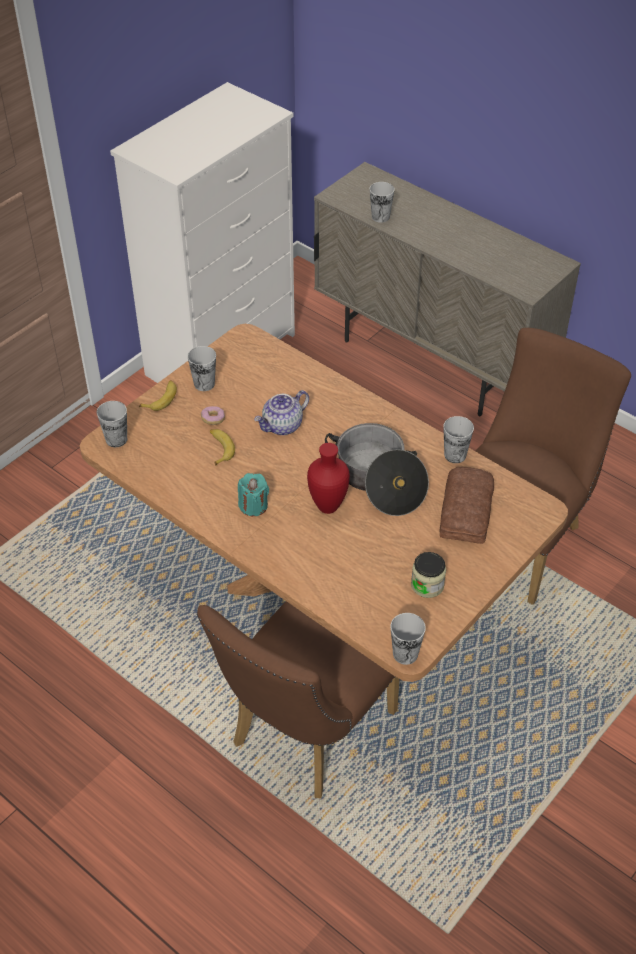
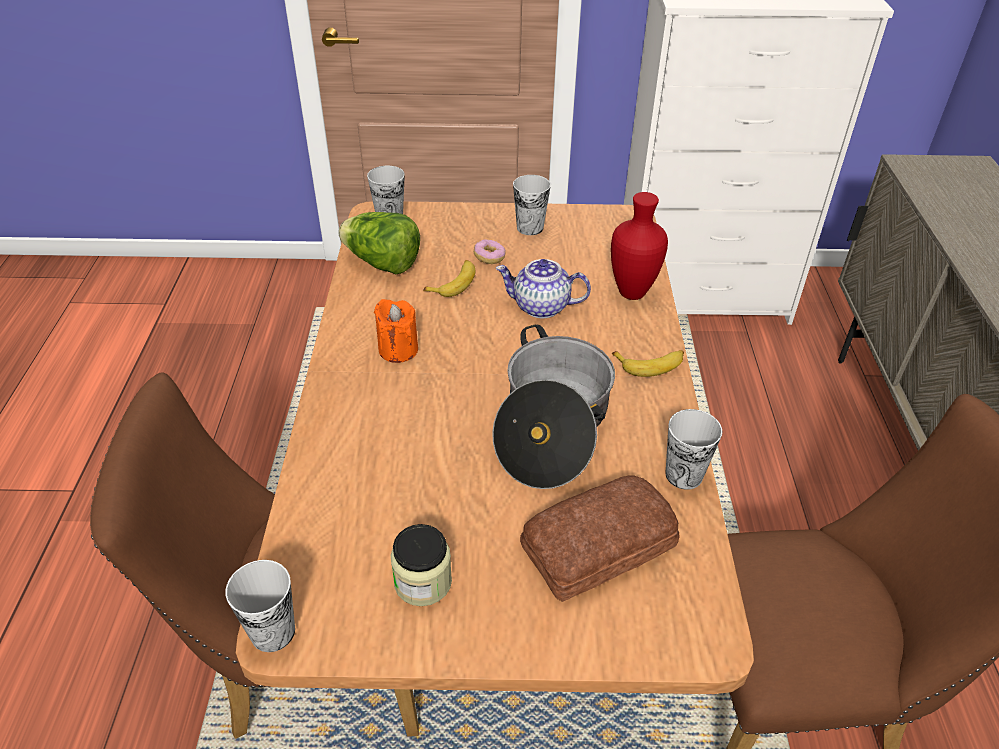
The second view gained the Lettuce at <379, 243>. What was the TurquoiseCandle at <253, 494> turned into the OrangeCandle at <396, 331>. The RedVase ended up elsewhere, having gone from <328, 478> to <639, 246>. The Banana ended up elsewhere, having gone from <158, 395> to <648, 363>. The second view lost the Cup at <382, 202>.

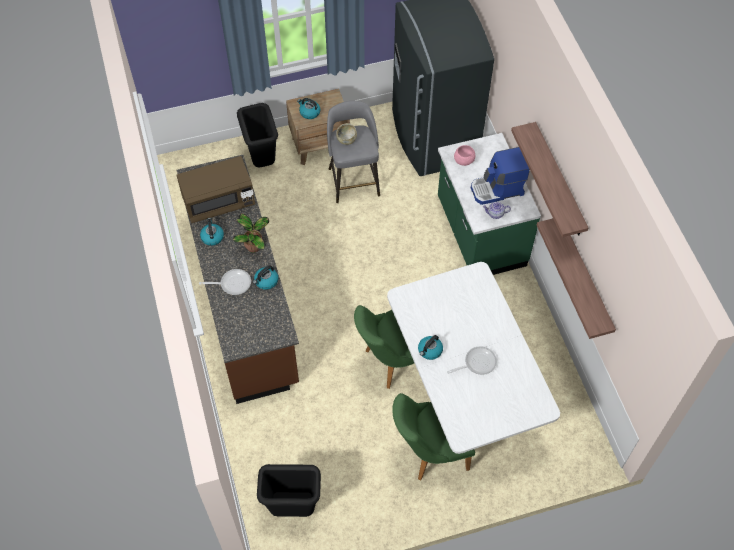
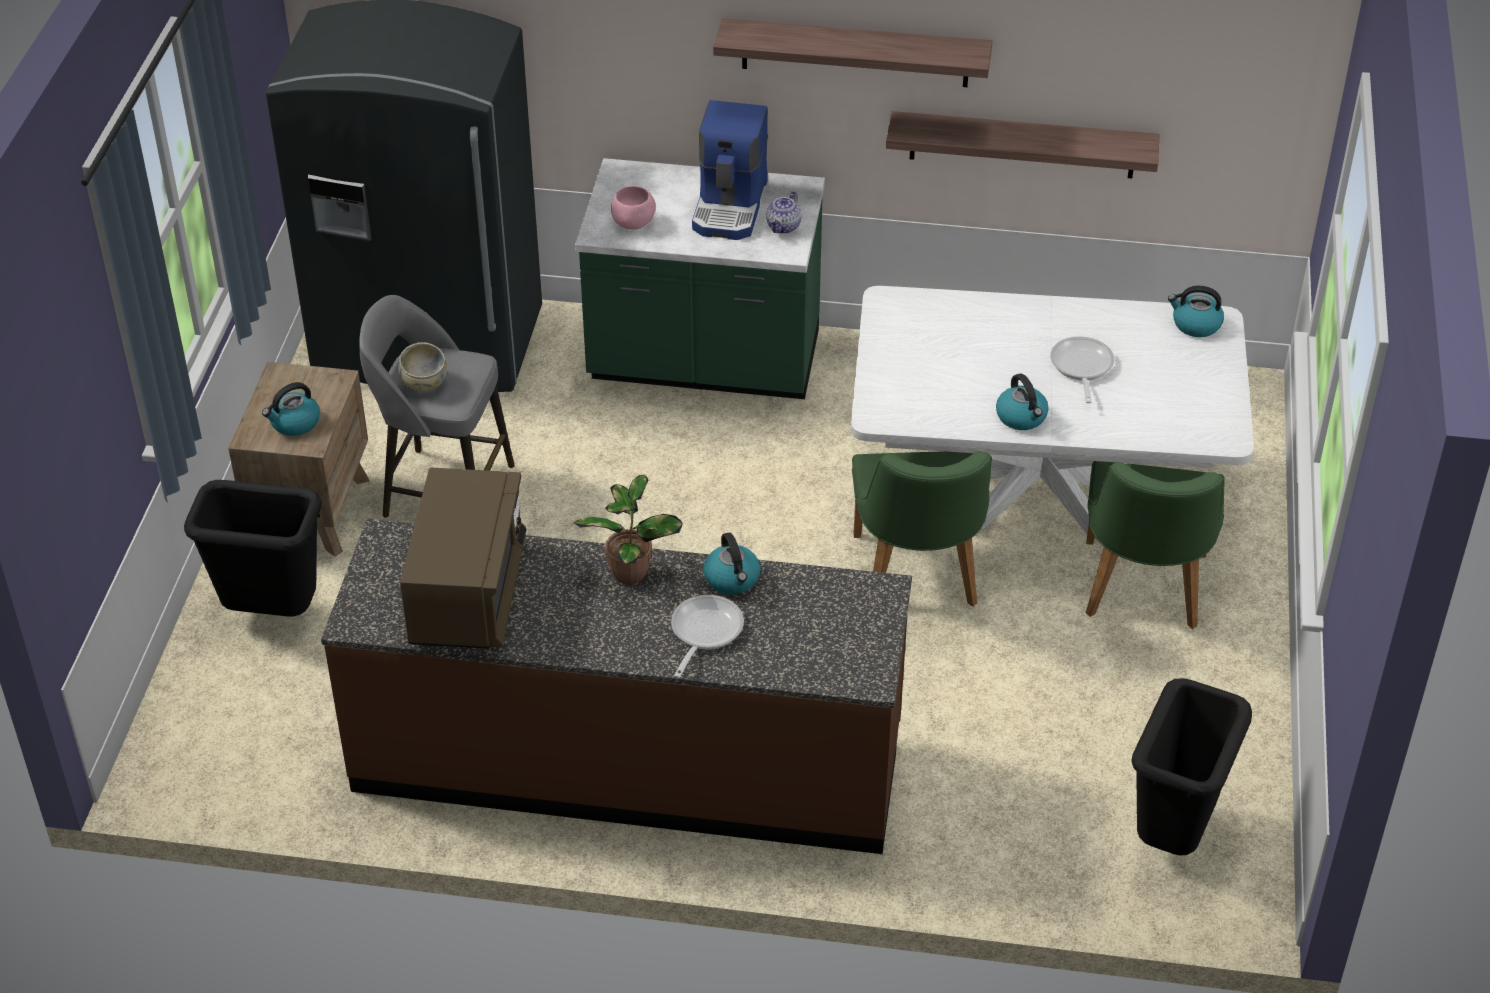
The Kettle ended up elsewhere, having gone from <212, 232> to <1196, 311>.

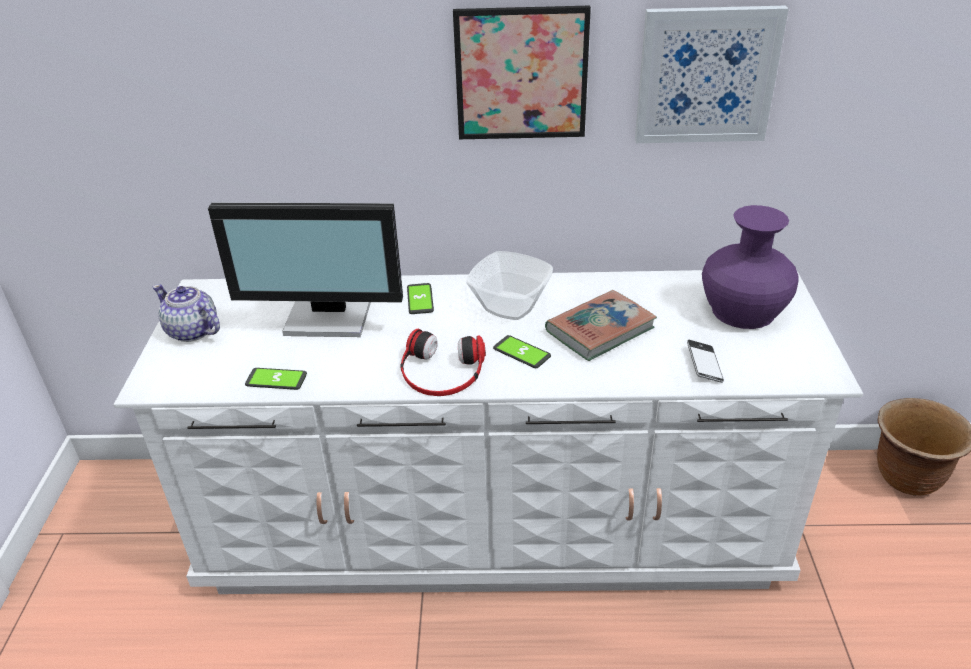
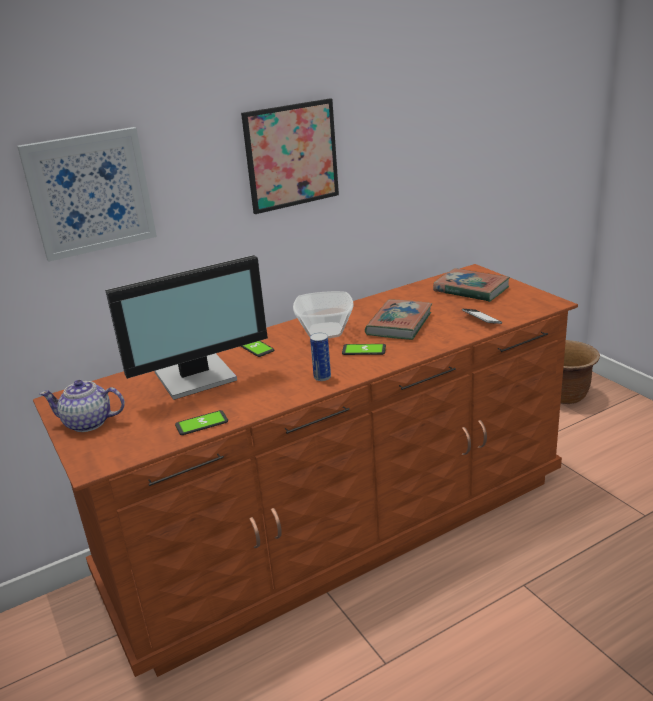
The Picture ended up elsewhere, having gone from <712, 74> to <87, 194>. What was the WhiteDresser at <488, 431> turned into the BrownDresser at <305, 470>. Where the Headphones stood at <443, 362>, the Can came to stand at <320, 357>. Where the PurpleVase stood at <750, 267>, the Book came to stand at <471, 285>.

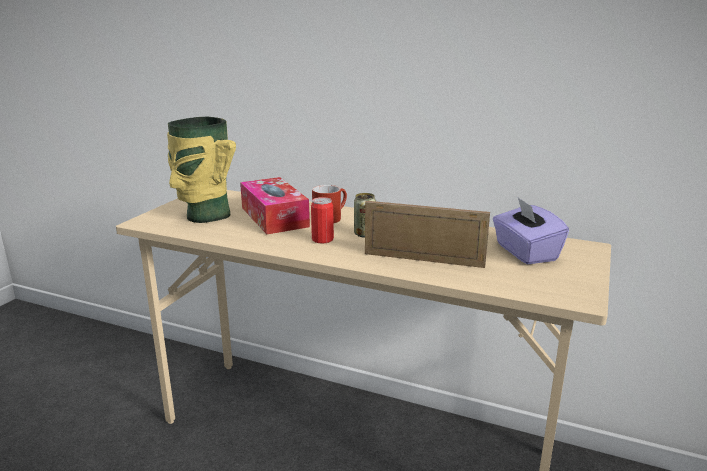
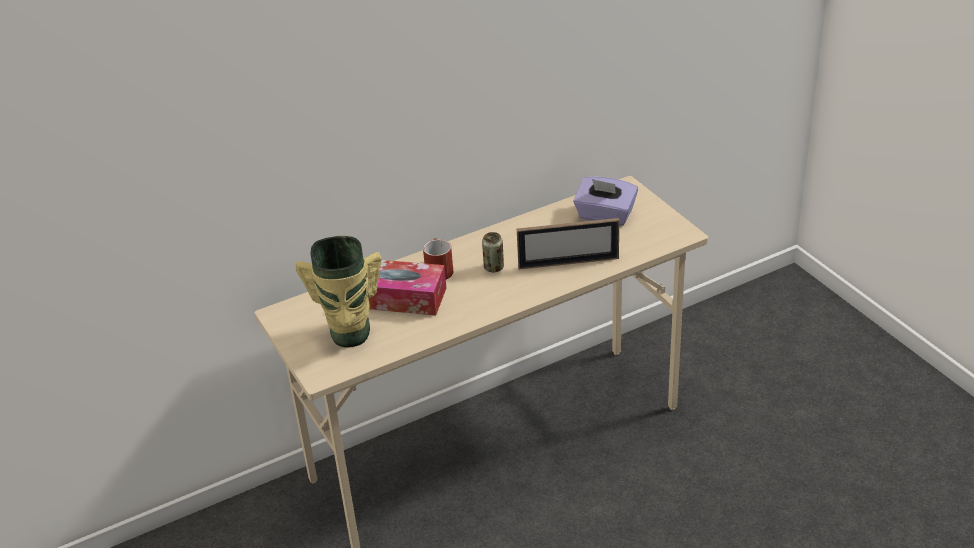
The PictureFrame at <427, 234> ended up facing another way, 150 degrees counterclockwise from before. The second view lost the Can at <322, 220>.

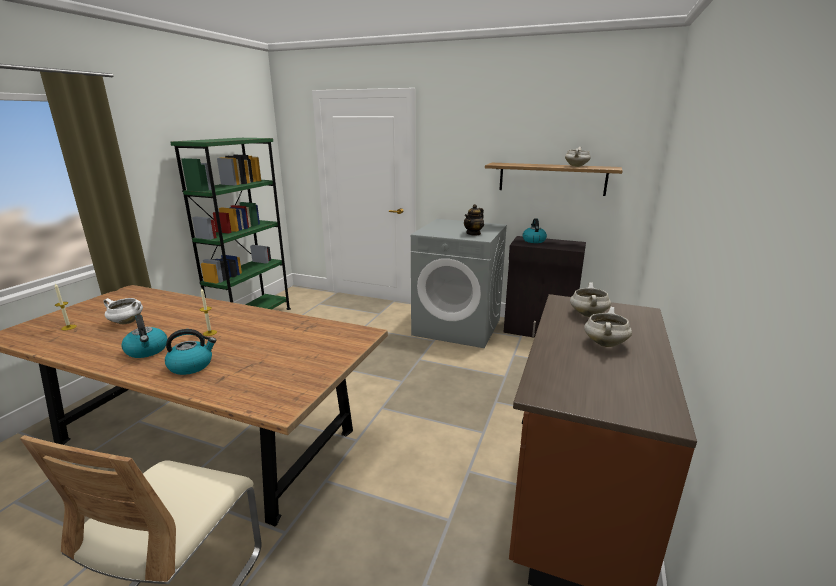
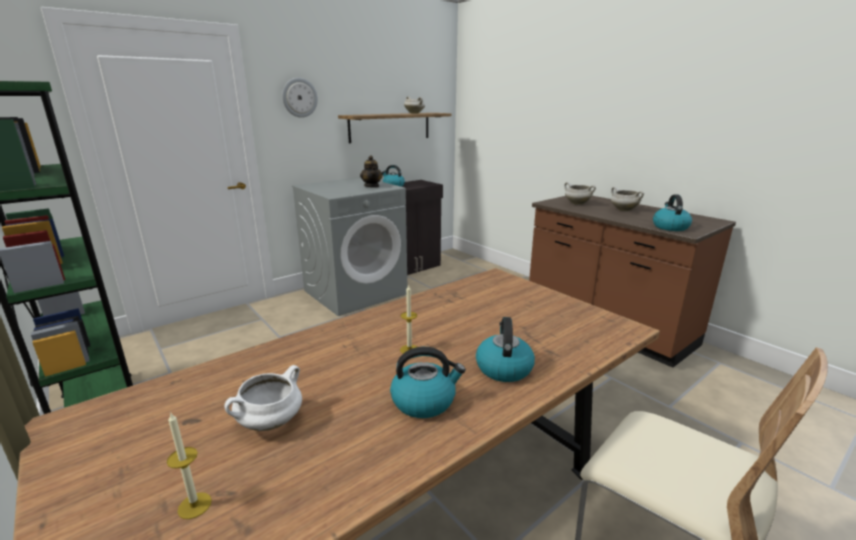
The second view gained the WallClock at <300, 98>. The second view gained the Kettle at <672, 212>.

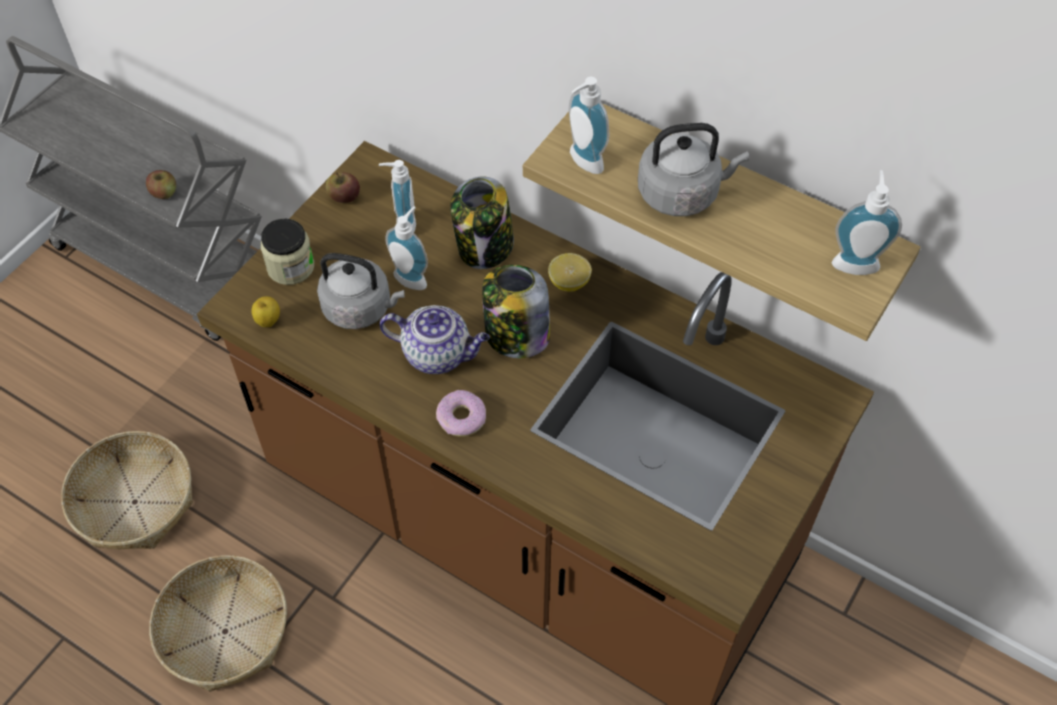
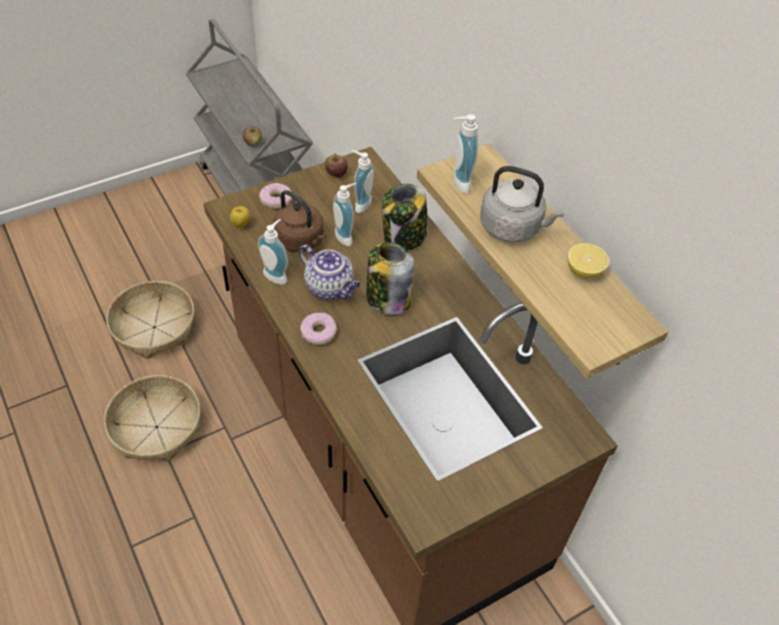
The SoapDispenser ended up elsewhere, having gone from <867, 222> to <273, 252>. Where the Jar stood at <287, 252>, the Donut came to stand at <275, 196>. What was the GreyKettle at <361, 291> turned into the BrownKettle at <299, 221>. The Lemon ended up elsewhere, having gone from <570, 272> to <588, 260>.

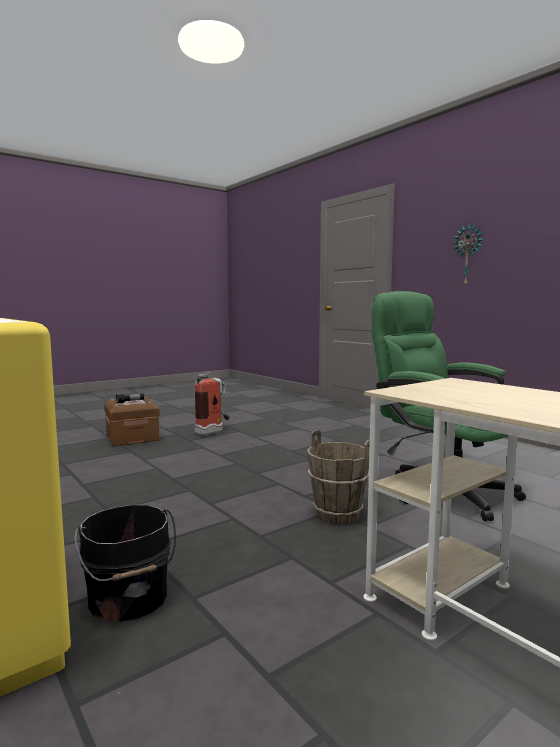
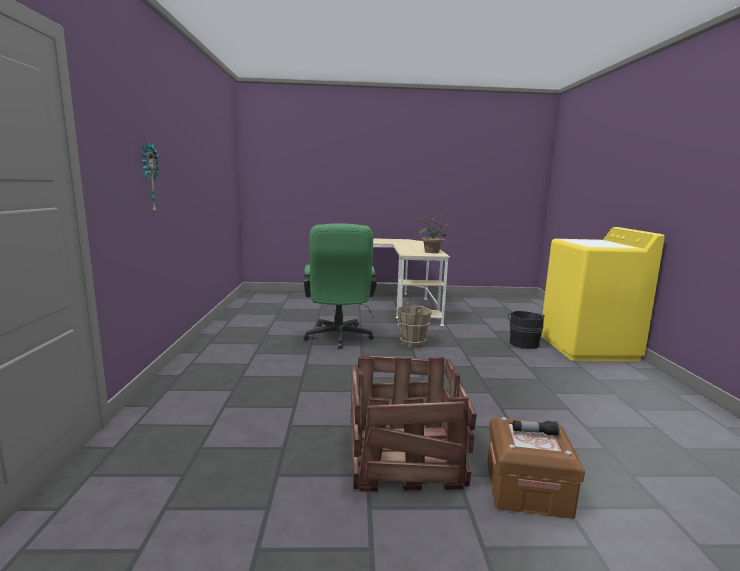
Where the FireExtinguisher stood at <212, 404>, the Crate came to stand at <414, 423>. The second view gained the PottedPlant at <433, 233>.

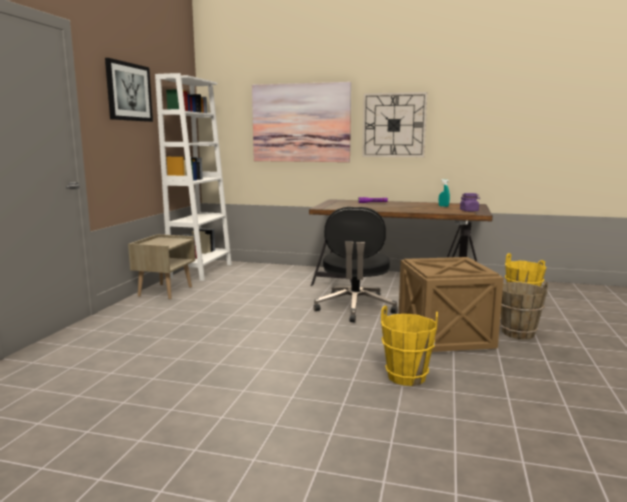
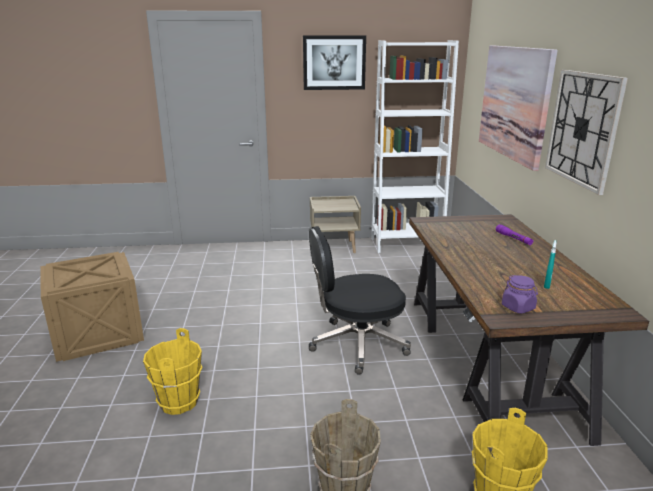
The Crate ended up elsewhere, having gone from <451, 304> to <92, 307>.

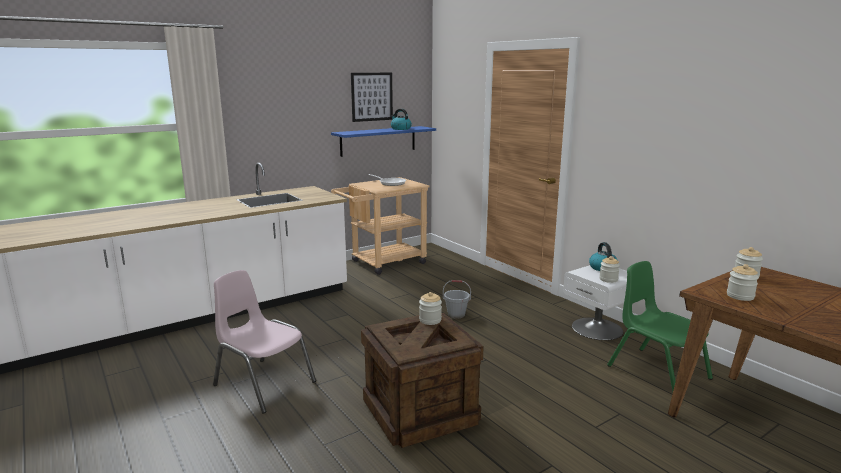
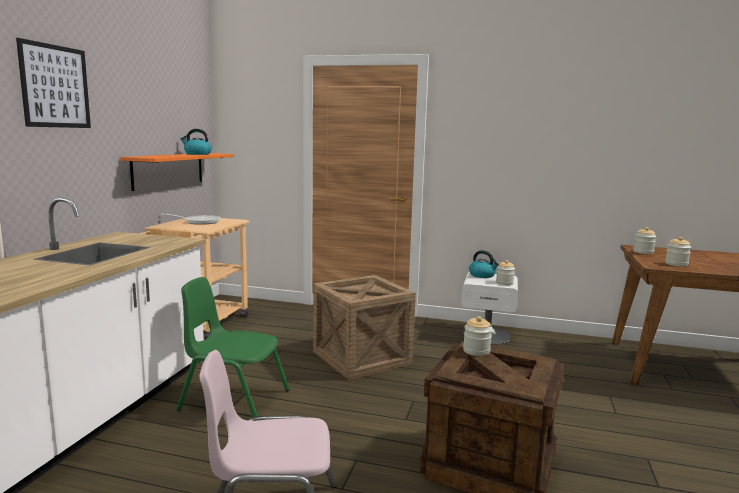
The Picture ended up elsewhere, having gone from <372, 97> to <53, 83>. What was the BlueShelf at <383, 141> turned into the OrangeShelf at <177, 172>. The GreenChair ended up elsewhere, having gone from <660, 326> to <233, 347>. Where the GreyBucket stood at <457, 299>, the Crate came to stand at <364, 327>.

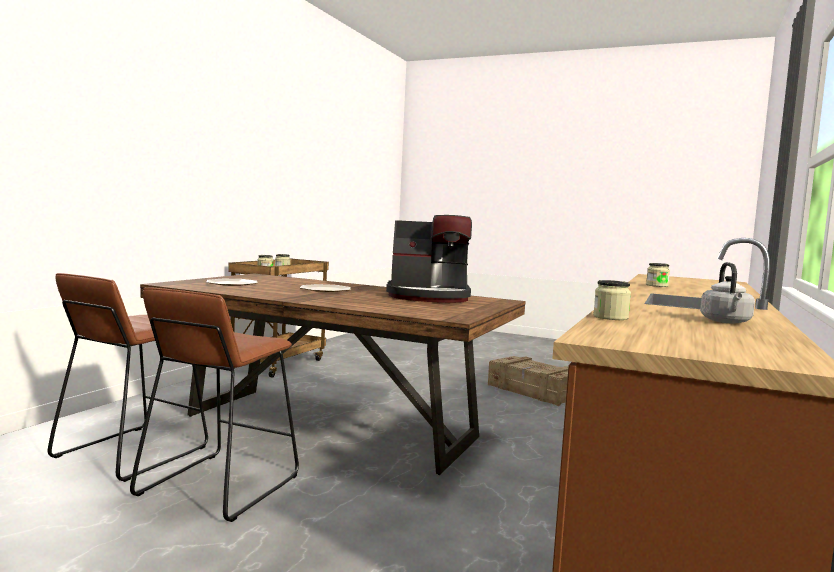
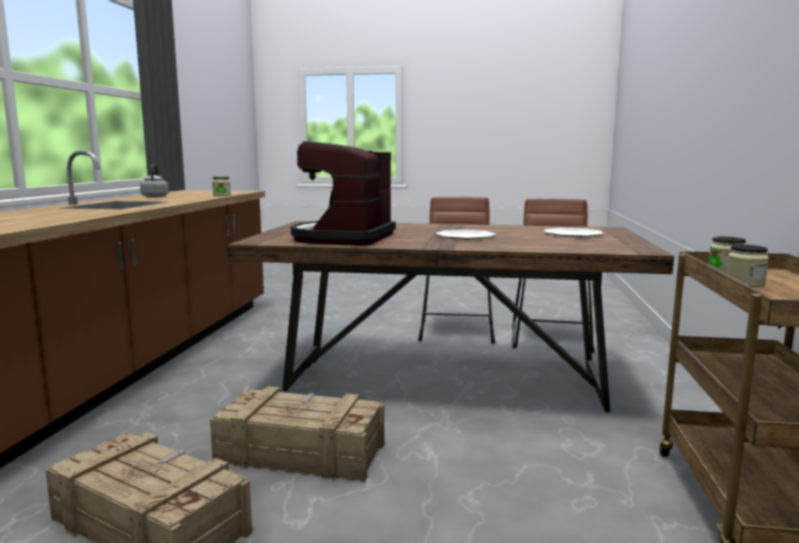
The second view gained the Crate at <297, 434>. The CoffeeMachine at <429, 259> ended up facing another way, 60 degrees counterclockwise from before. The second view lost the Jar at <658, 275>.

